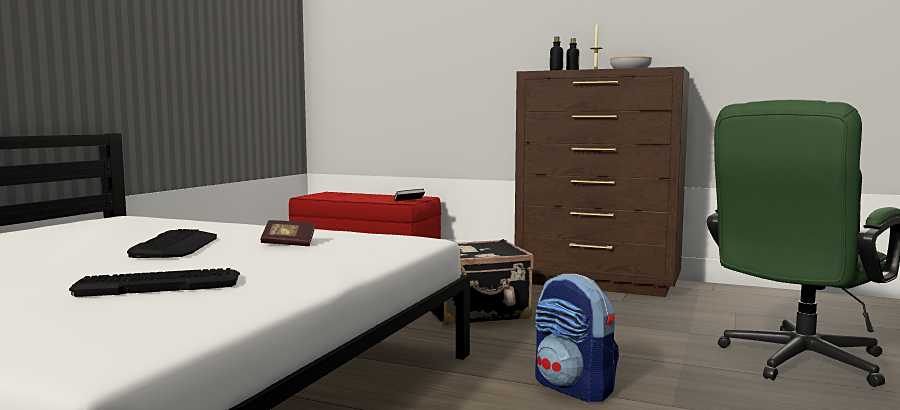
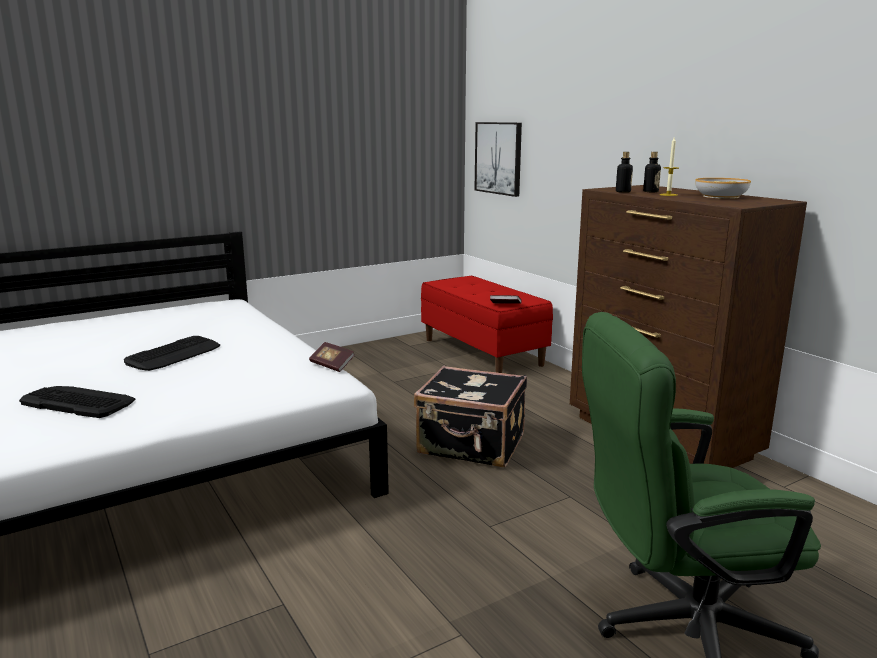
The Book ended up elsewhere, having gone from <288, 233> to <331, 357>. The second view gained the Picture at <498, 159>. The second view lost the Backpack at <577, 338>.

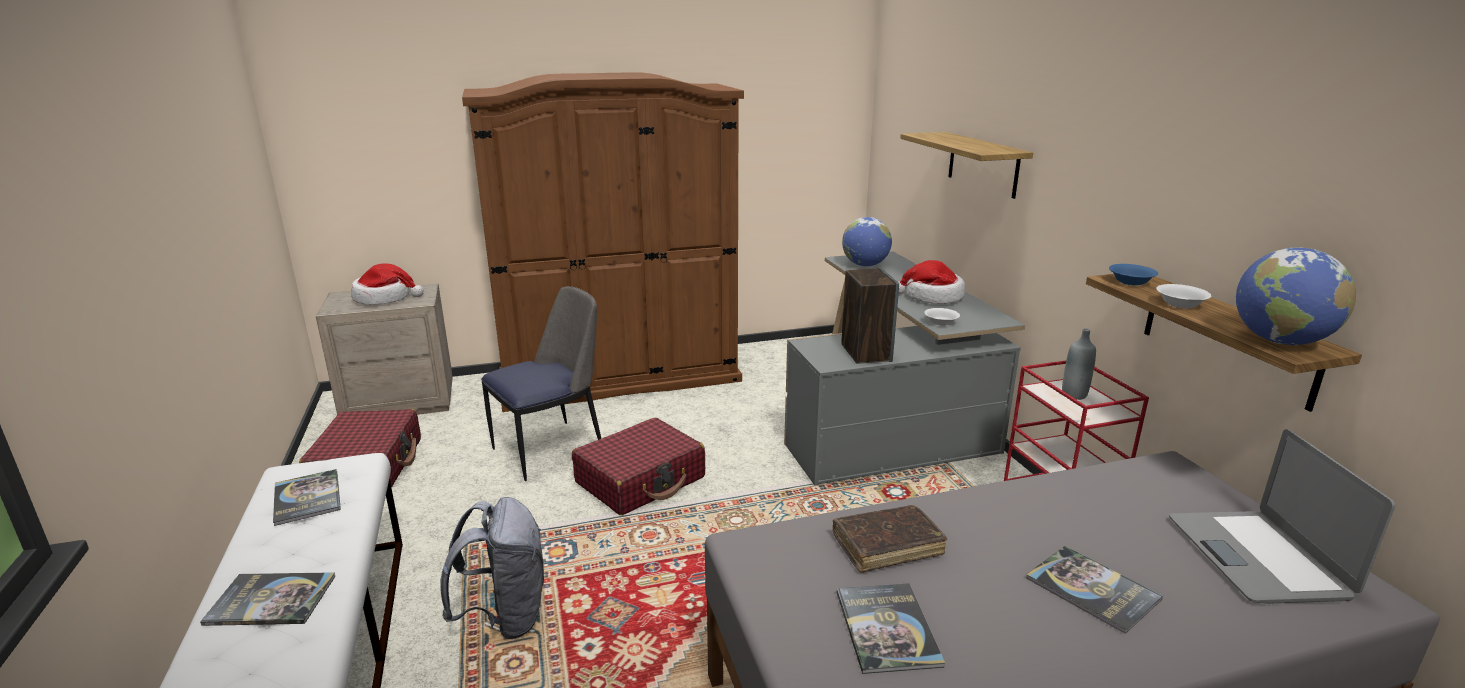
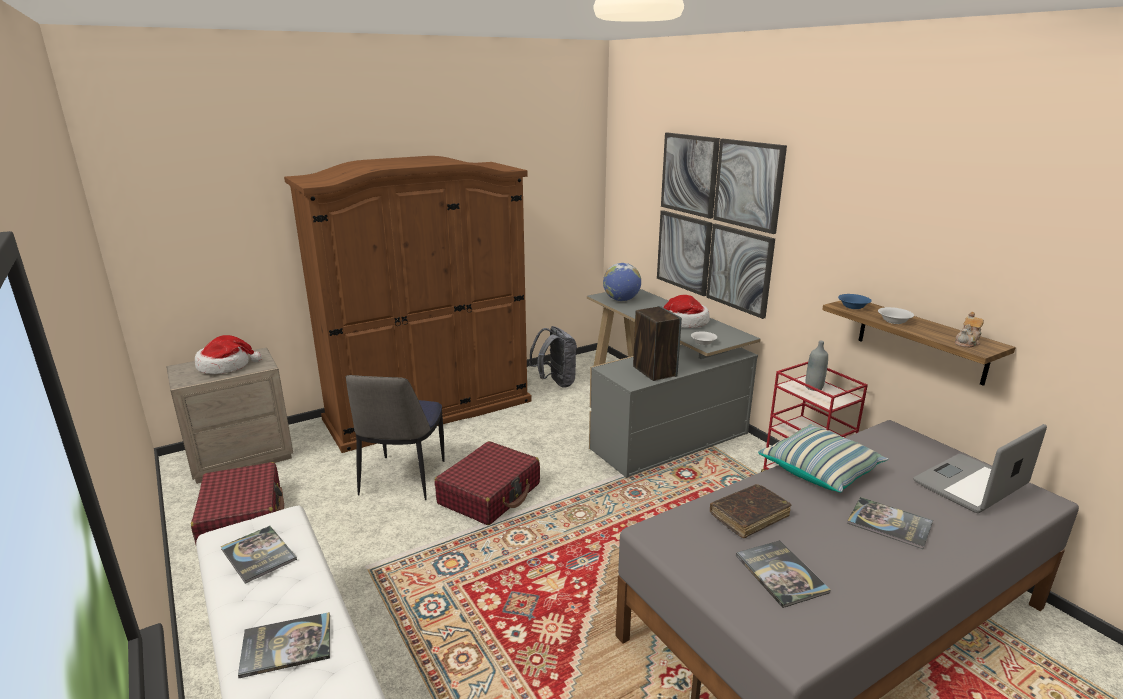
The Chair at <541, 383> ended up facing another way, 150 degrees clockwise from before. The GreyBackpack ended up elsewhere, having gone from <492, 568> to <553, 357>. Where the Shelf hung at <966, 165>, the Picture came to hang at <722, 226>. The second view gained the Pillow at <823, 459>. The Laptop at <1282, 516> ended up facing another way, 75 degrees clockwise from before. Where the Globe stood at <1296, 296>, the Teapot came to stand at <969, 330>.

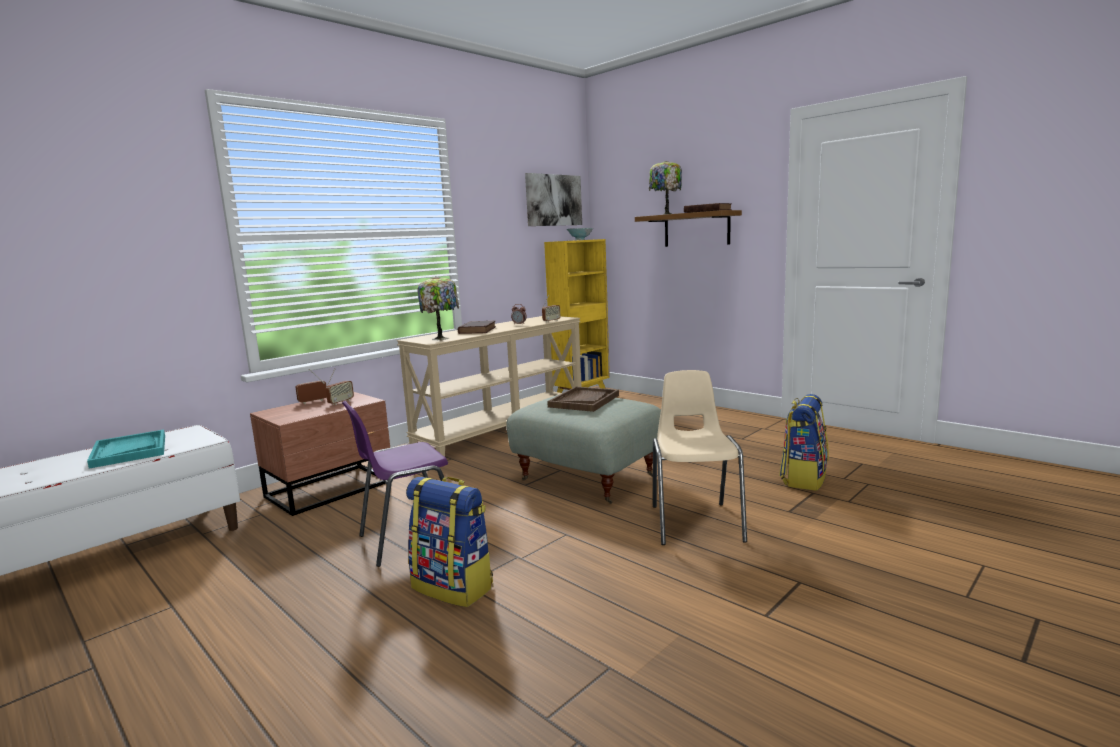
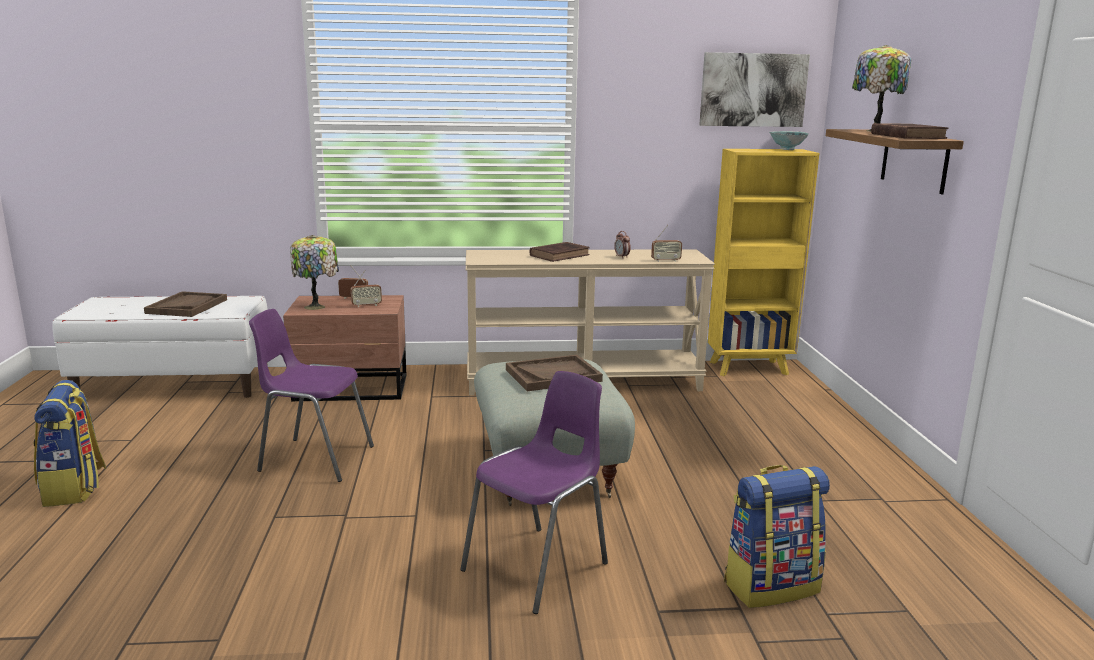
The Backpack ended up elsewhere, having gone from <449, 542> to <70, 443>. What was the TurquoiseTray at <126, 449> turned into the BrownTray at <185, 304>. The TableLamp ended up elsewhere, having gone from <438, 308> to <314, 272>. What was the BeigeChair at <700, 457> turned into the PurpleChair at <534, 492>.

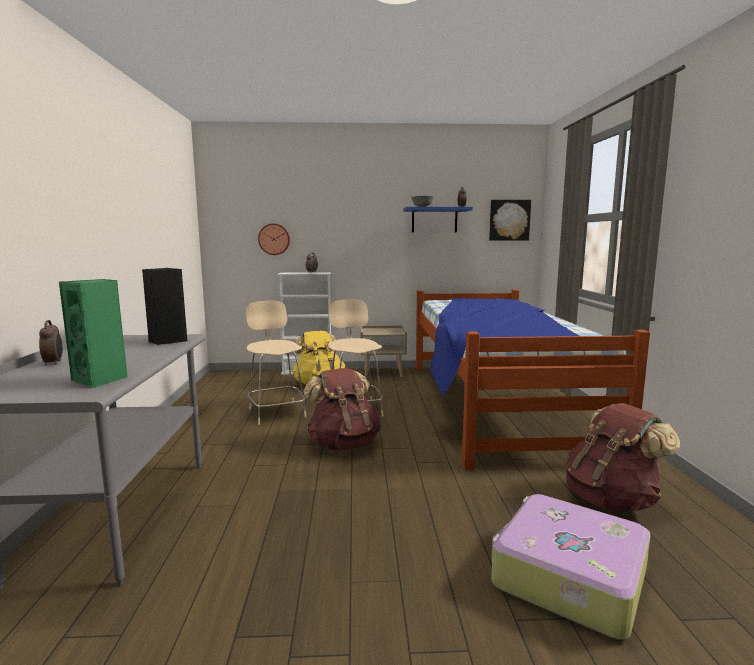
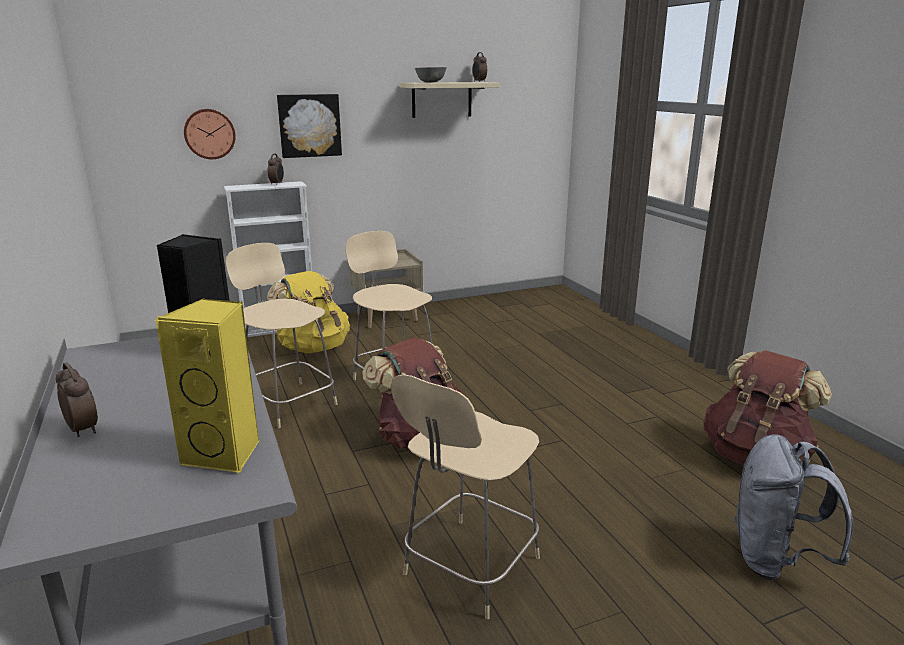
What was the GreenSpeaker at <93, 333> turned into the YellowSpeaker at <207, 386>. The Picture ended up elsewhere, having gone from <510, 220> to <309, 126>. The second view gained the BeigeChair at <465, 496>. What was the BlueShelf at <438, 220> turned into the BeigeShelf at <449, 100>. Where the Suitcase stood at <571, 567>, the GreyBackpack came to stand at <793, 507>. The second view lost the Bed at <533, 380>.

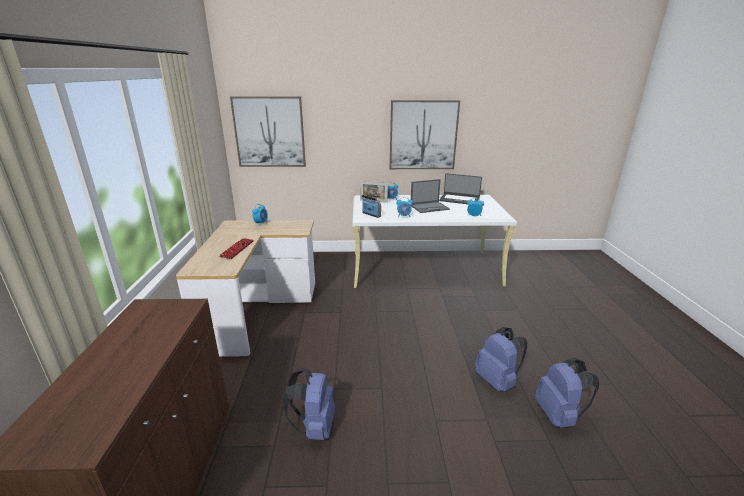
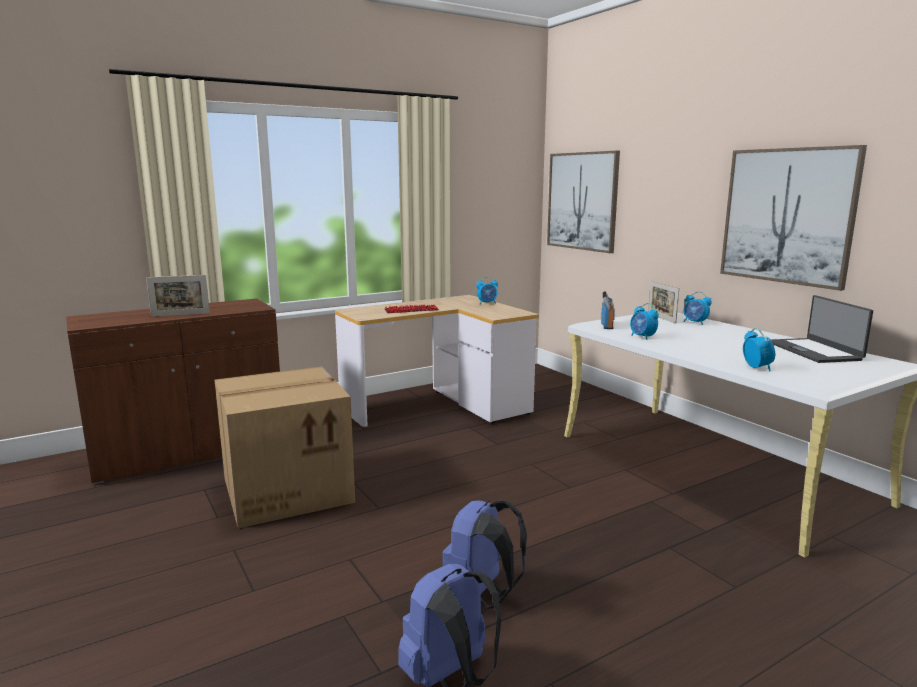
The second view gained the PictureFrame at <178, 296>. Where the BlueBackpack stood at <309, 404>, the CardboardBox came to stand at <285, 447>. The second view lost the Laptop at <430, 196>.

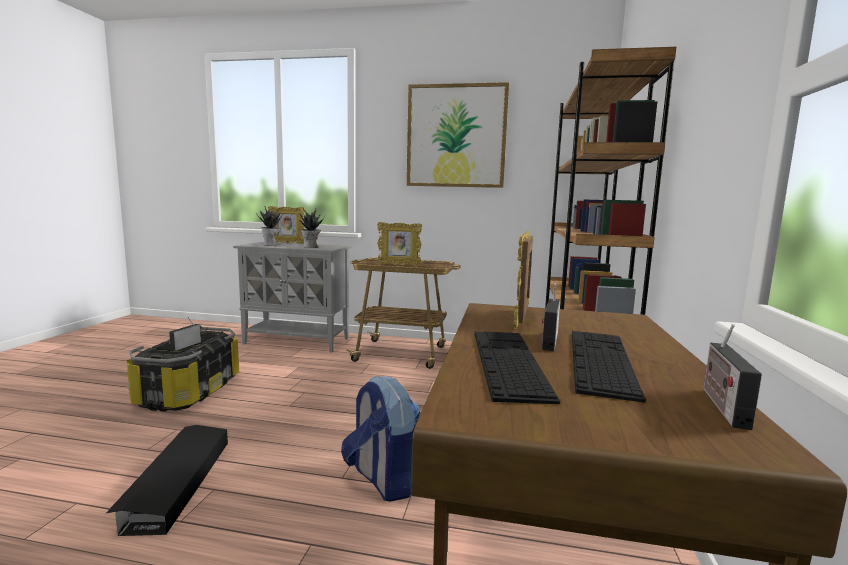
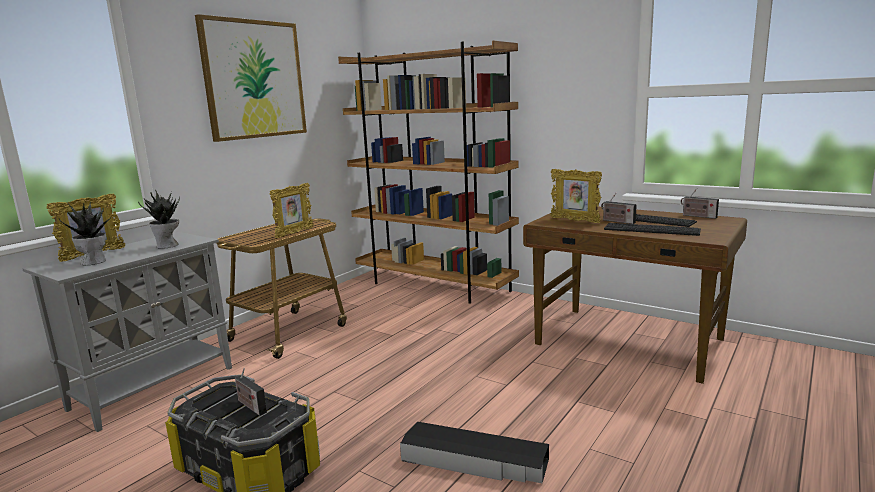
The second view lost the Backpack at <381, 439>.

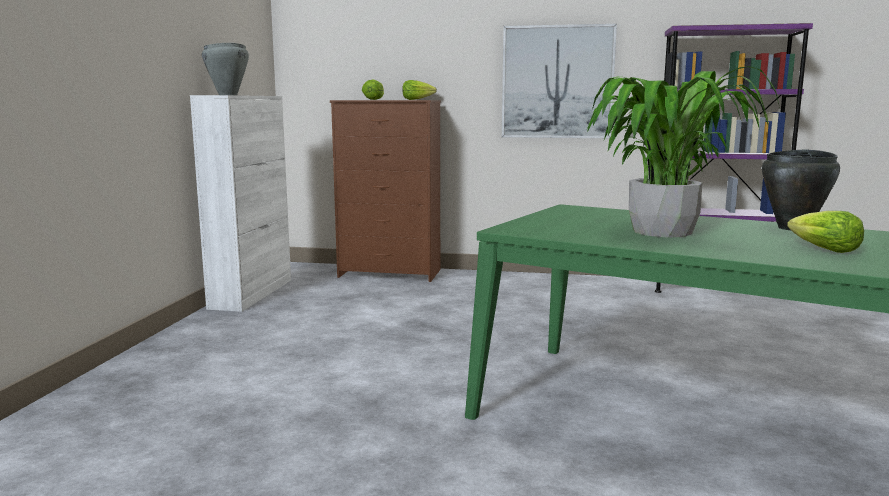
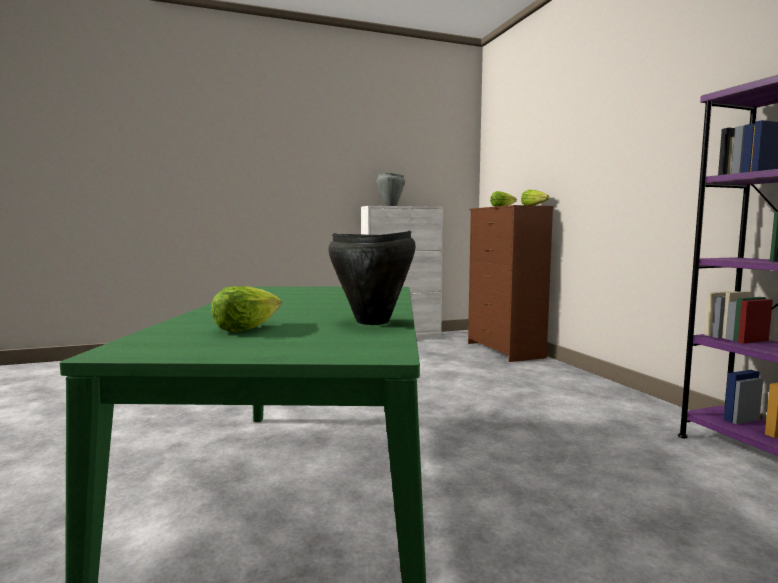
The second view lost the Picture at <559, 81>. The second view lost the PottedPlant at <683, 152>.

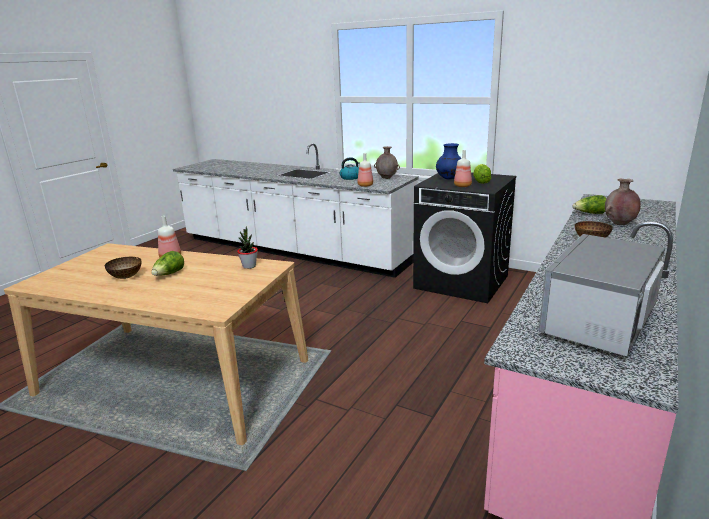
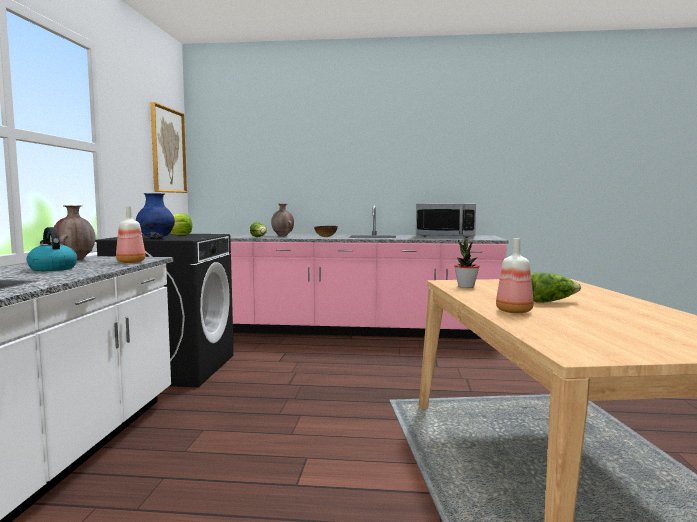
The second view gained the Picture at <168, 147>. The second view lost the Bowl at <123, 268>. The second view lost the Bottle at <463, 168>.

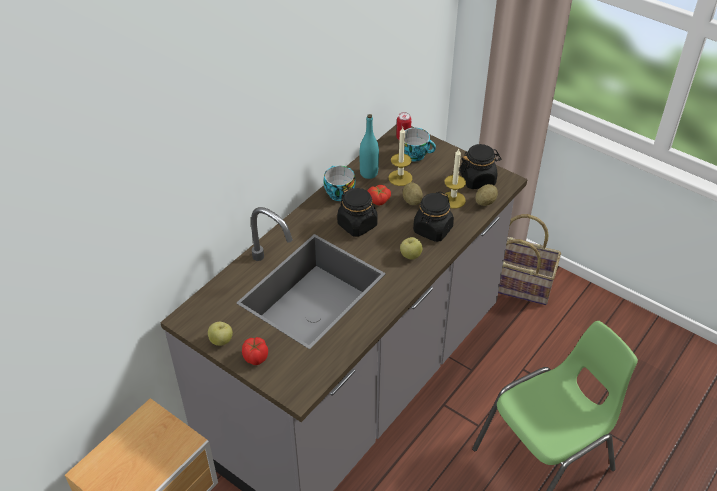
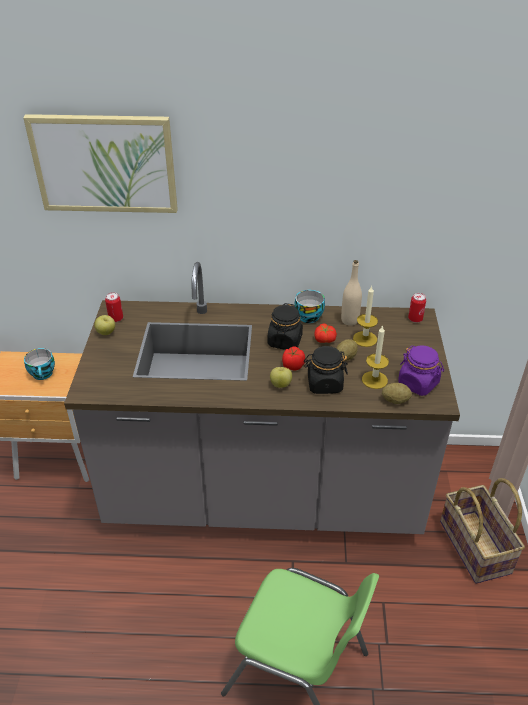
The second view gained the Picture at <100, 163>. The Cup ended up elsewhere, having gone from <420, 145> to <39, 364>. The second view gained the Can at <114, 307>. The Tomato ended up elsewhere, having gone from <255, 351> to <293, 359>. What was the TurquoiseBottle at <369, 146> turned into the BeigeBottle at <351, 293>. What was the BlackJar at <480, 166> turned into the PurpleJar at <421, 370>.

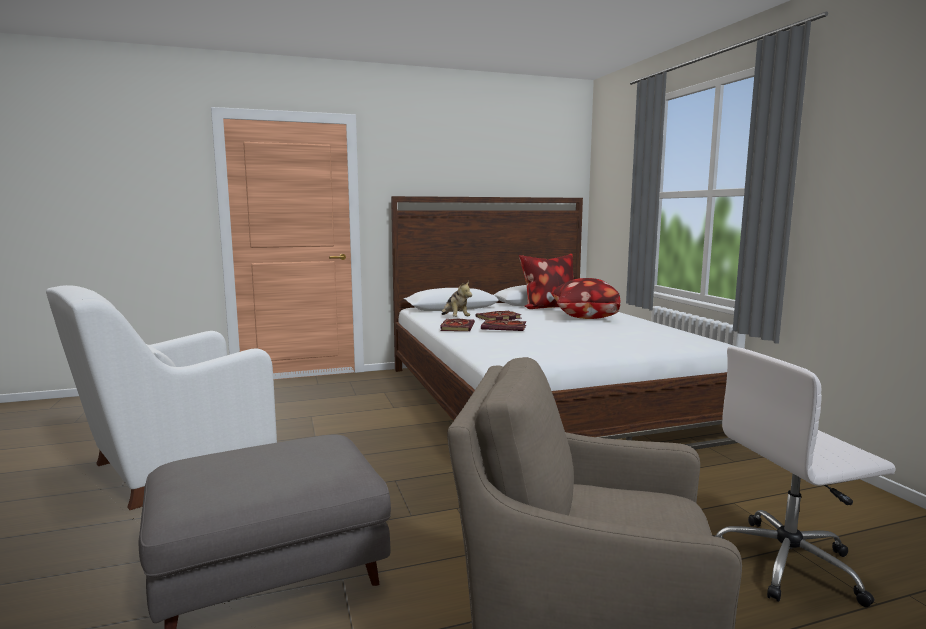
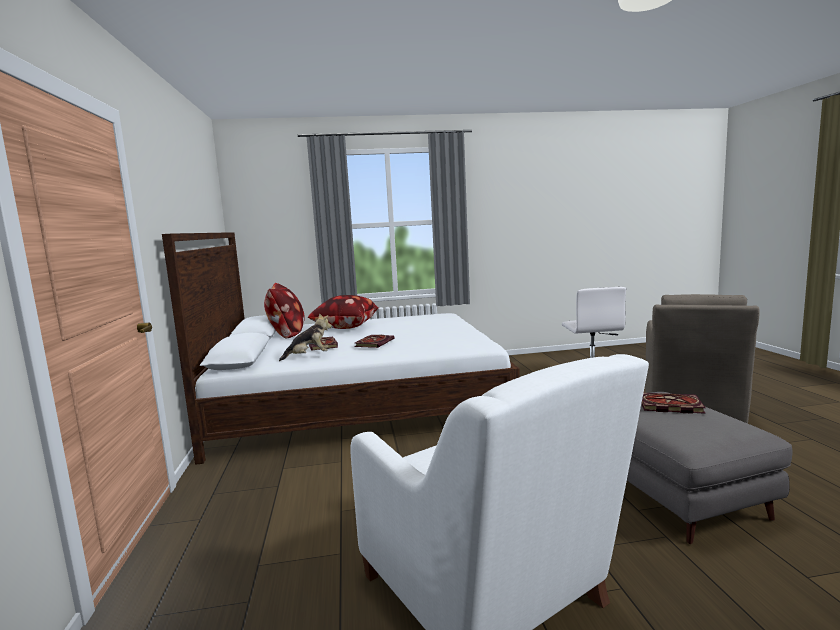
The Book ended up elsewhere, having gone from <457, 325> to <673, 403>.

